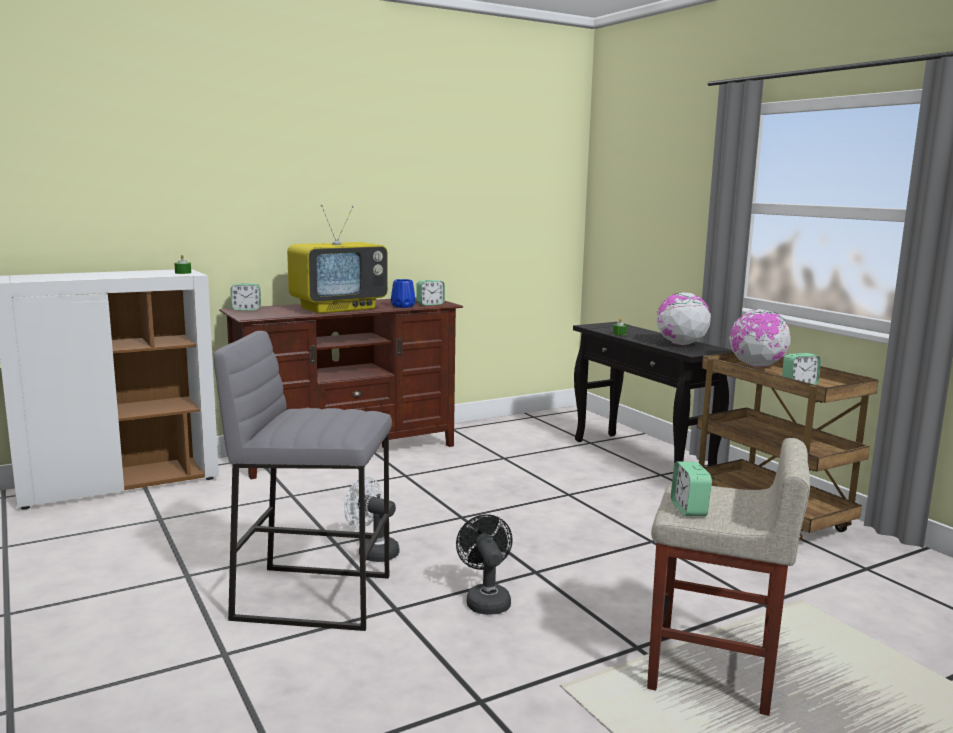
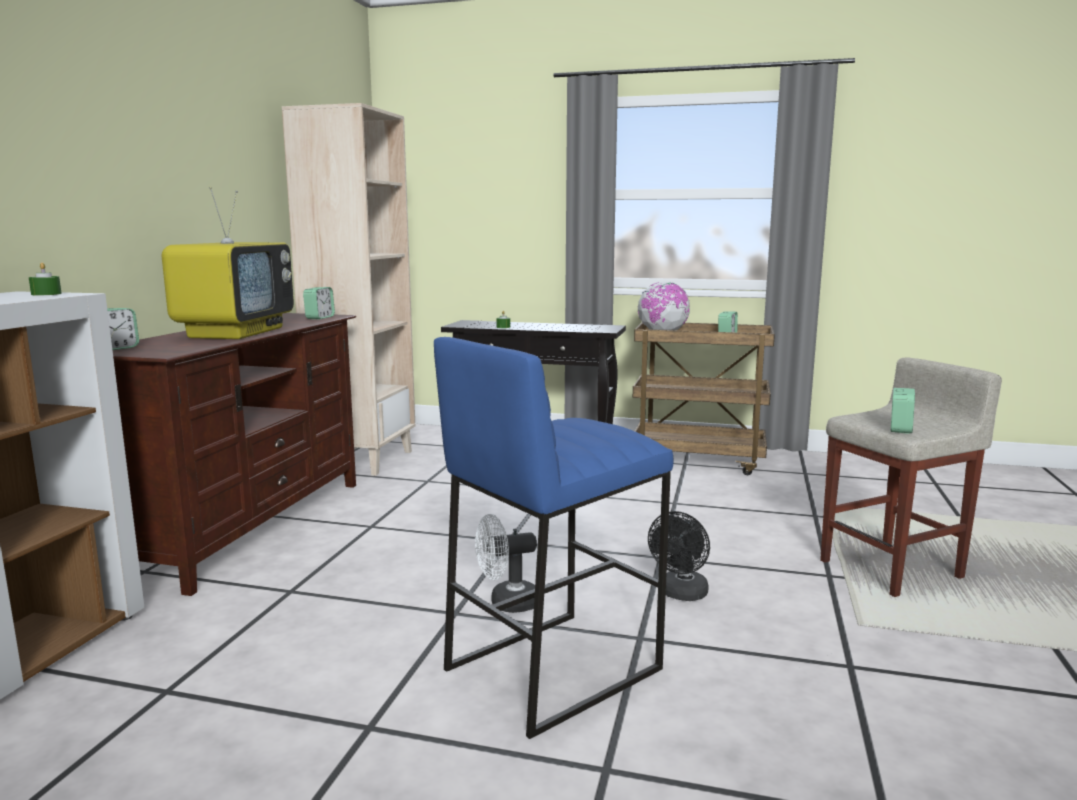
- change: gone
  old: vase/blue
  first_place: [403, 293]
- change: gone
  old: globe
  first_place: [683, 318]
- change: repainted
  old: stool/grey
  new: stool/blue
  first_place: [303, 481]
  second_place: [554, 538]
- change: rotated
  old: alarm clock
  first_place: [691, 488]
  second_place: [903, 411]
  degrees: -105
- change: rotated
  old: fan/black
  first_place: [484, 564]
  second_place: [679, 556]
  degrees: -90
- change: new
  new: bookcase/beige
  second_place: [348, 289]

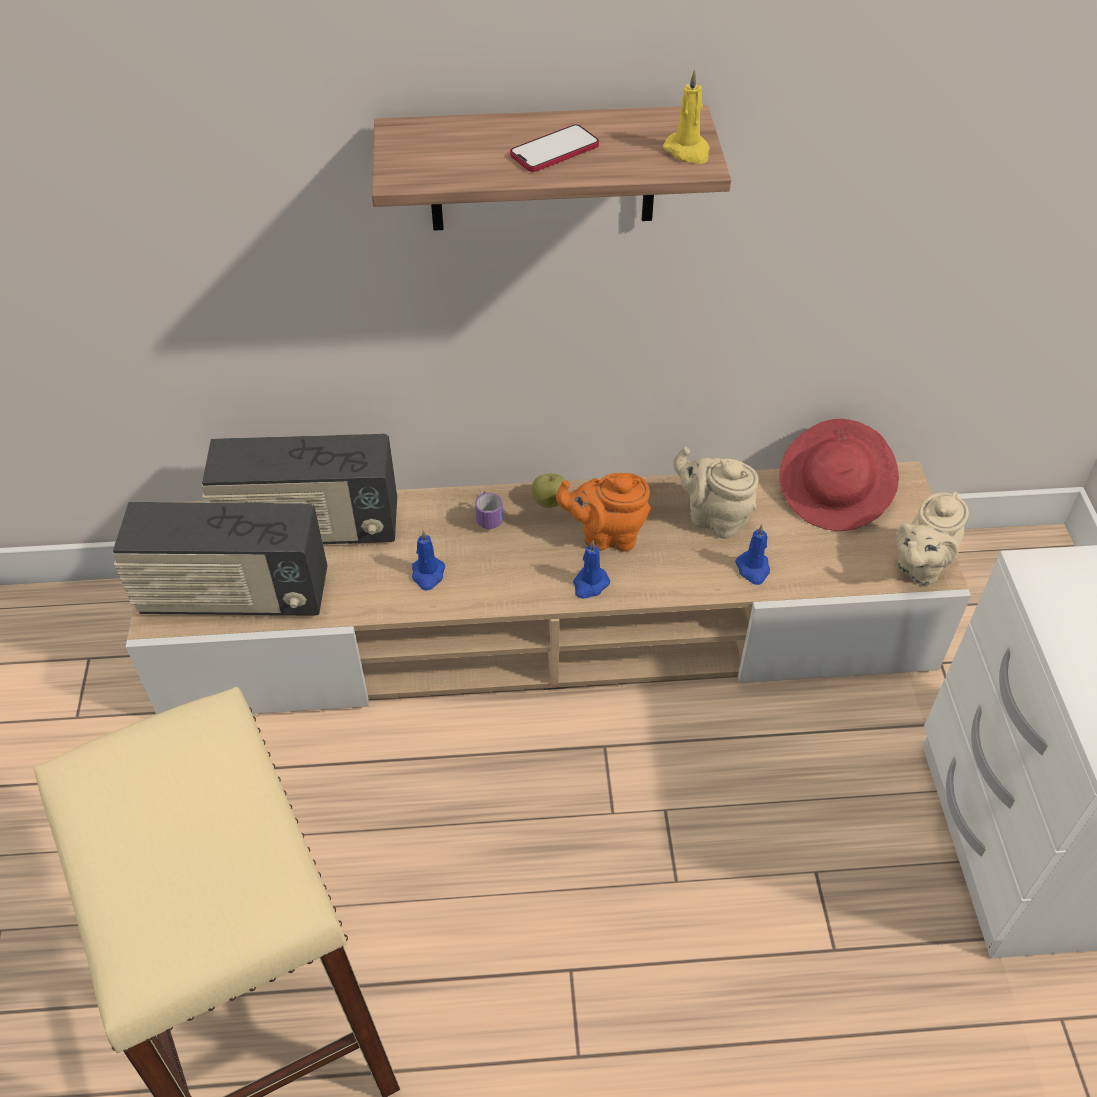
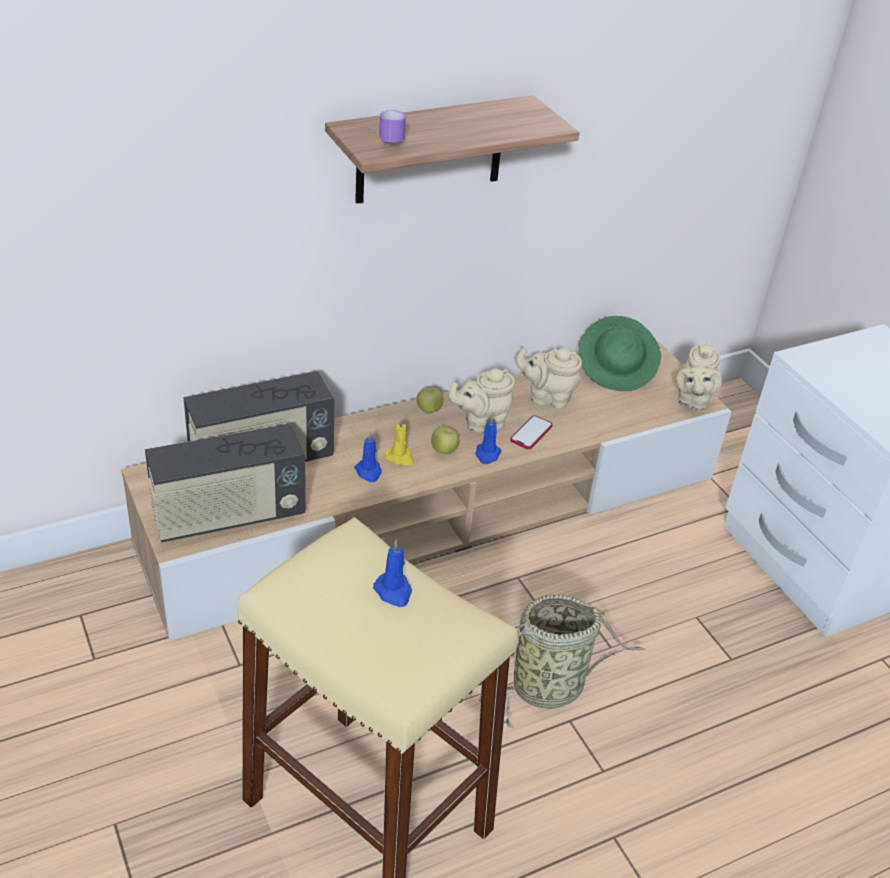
- change: shifted
  old: candle/yellow
  first_place: [686, 117]
  second_place: [399, 441]
- change: shifted
  old: phone
  first_place: [554, 148]
  second_place: [531, 432]
- change: repainted
  old: hat/red
  new: hat/green
  first_place: [839, 475]
  second_place: [619, 353]
- change: repainted
  old: teapot/orange
  new: teapot/beige
  first_place: [603, 512]
  second_place: [482, 400]
- change: shifted
  old: mug
  first_place: [489, 510]
  second_place: [386, 127]
- change: shifted
  old: candle/blue
  first_place: [752, 554]
  second_place: [392, 573]
- change: new
  new: apple
  second_place: [445, 440]
- change: new
  new: basket
  second_place: [561, 661]

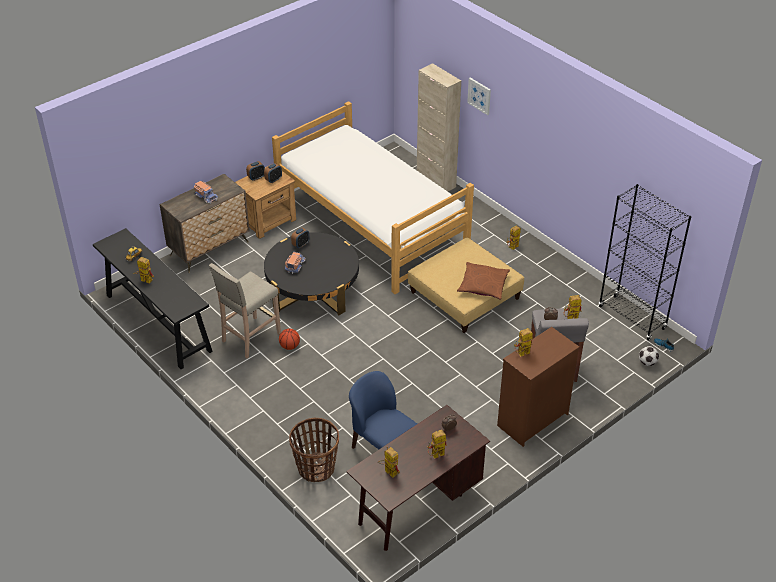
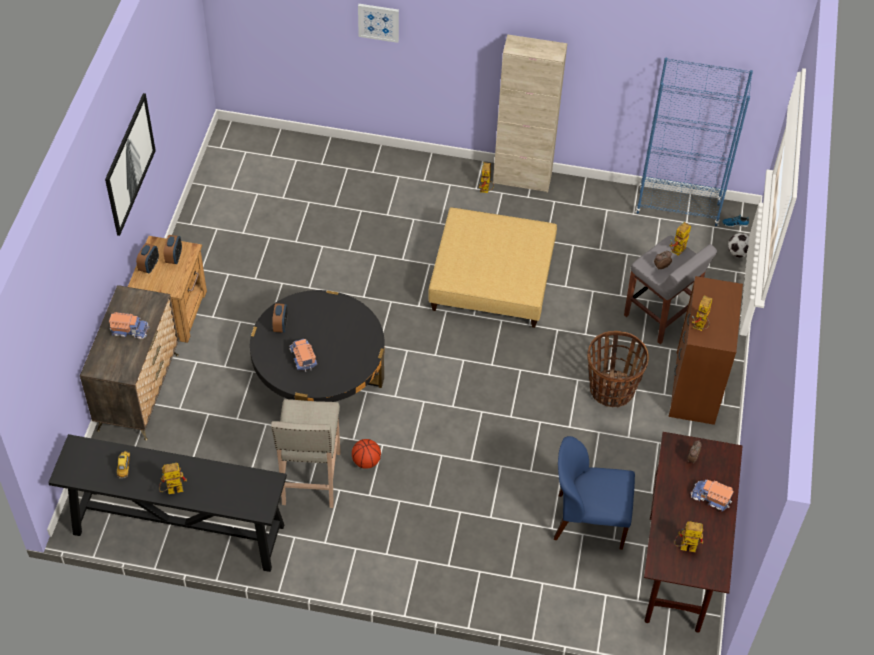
- change: shifted
  old: cabinet/beige
  first_place: [439, 127]
  second_place: [530, 113]
- change: gone
  old: bed
  first_place: [373, 197]
- change: repainted
  old: bookcase/black
  new: bookcase/blue
  first_place: [645, 262]
  second_place: [694, 141]
- change: gone
  old: pillow/brown
  first_place: [483, 280]
- change: shifted
  old: basket
  first_place: [314, 450]
  second_place: [618, 369]
- change: swapped
  old: toy robot
  new: toy truck
  first_place: [437, 444]
  second_place: [712, 495]
- change: new
  new: picture
  second_place: [130, 164]

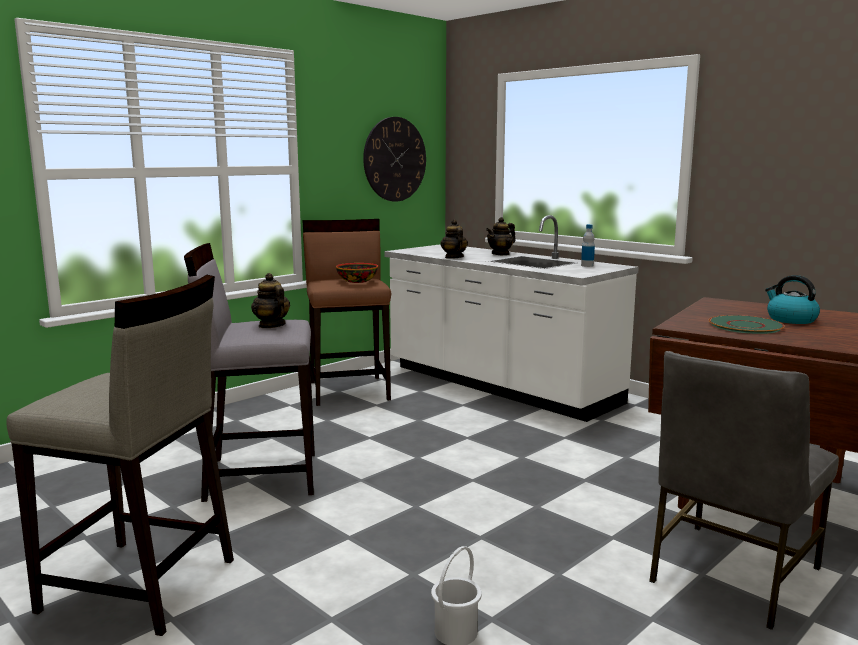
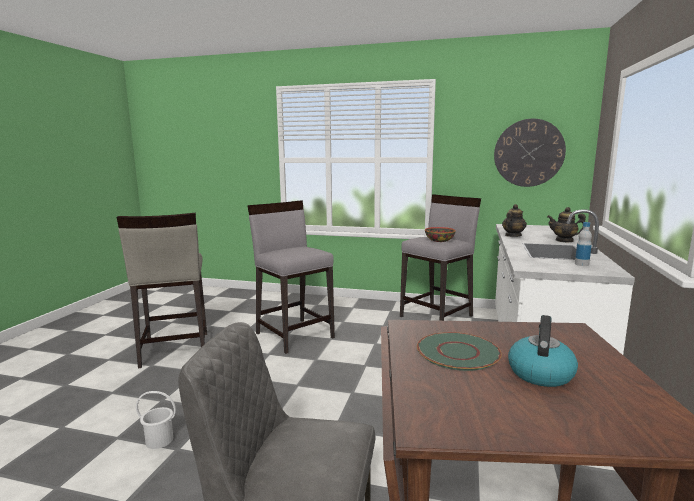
- change: repainted
  old: stool/brown
  new: stool/grey
  first_place: [346, 312]
  second_place: [440, 257]
- change: gone
  old: teapot
  first_place: [270, 300]

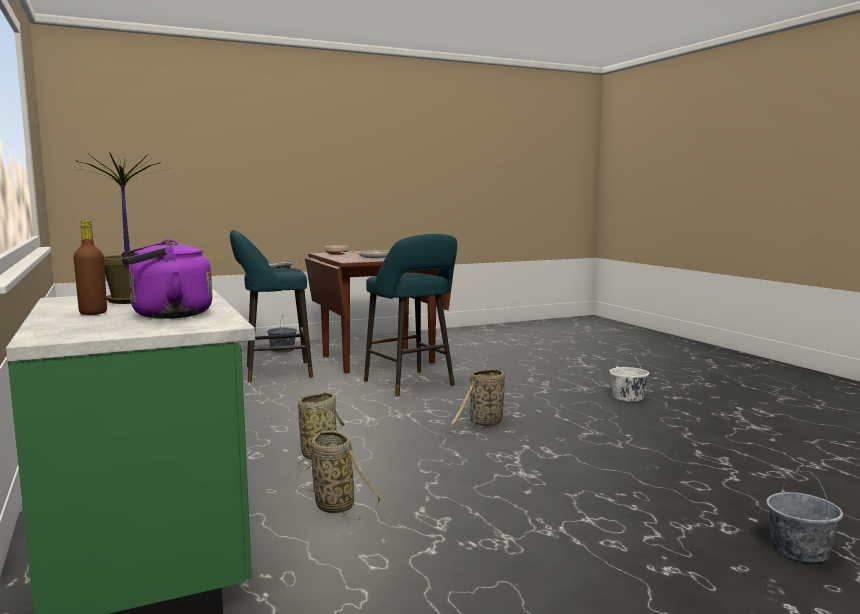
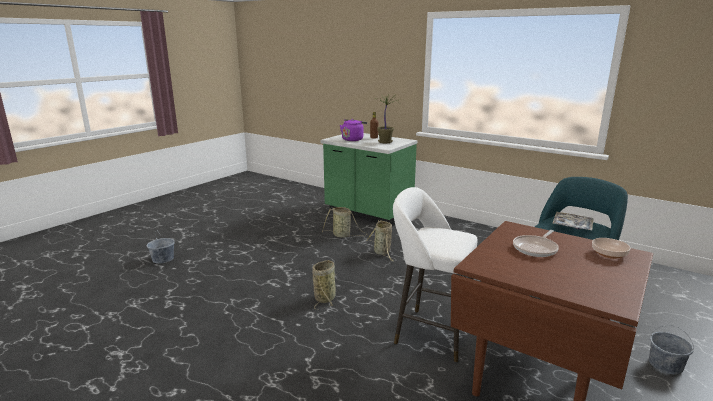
- change: repainted
  old: stool/turquoise
  new: stool/white
  first_place: [410, 315]
  second_place: [435, 274]
- change: gone
  old: bucket/white
  first_place: [629, 377]

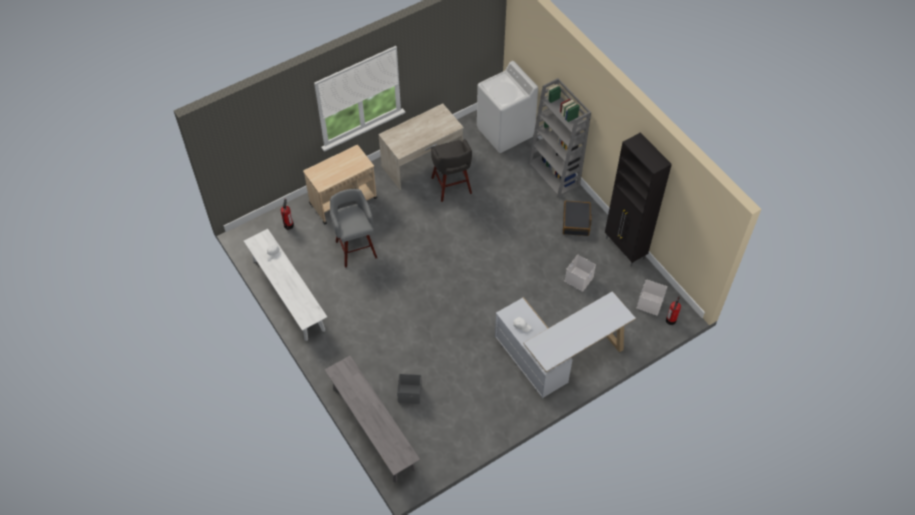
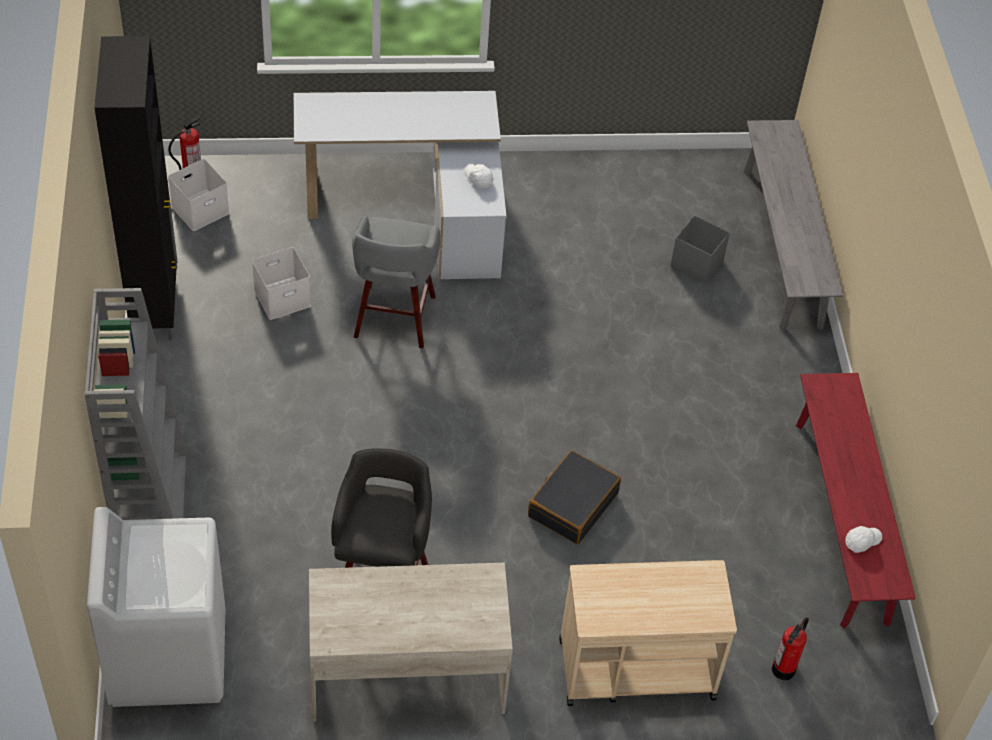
- change: shifted
  old: stool/grey
  first_place: [353, 228]
  second_place: [396, 281]
- change: shifted
  old: suitcase/black
  first_place: [577, 218]
  second_place: [574, 497]
- change: repainted
  old: bench/white
  new: bench/red
  first_place: [285, 285]
  second_place: [856, 501]

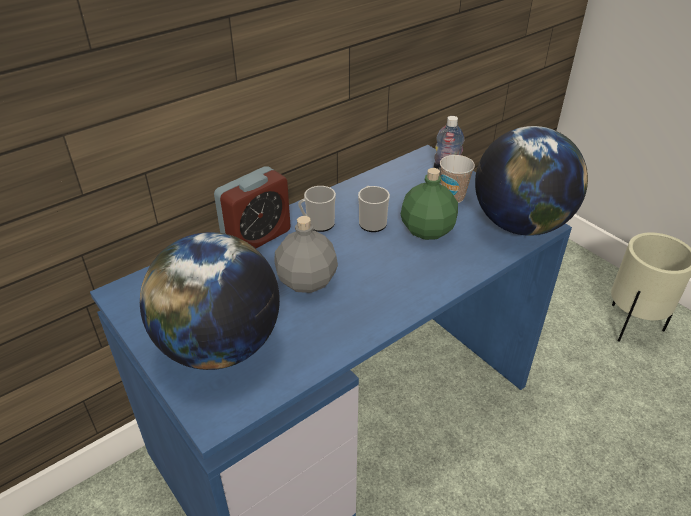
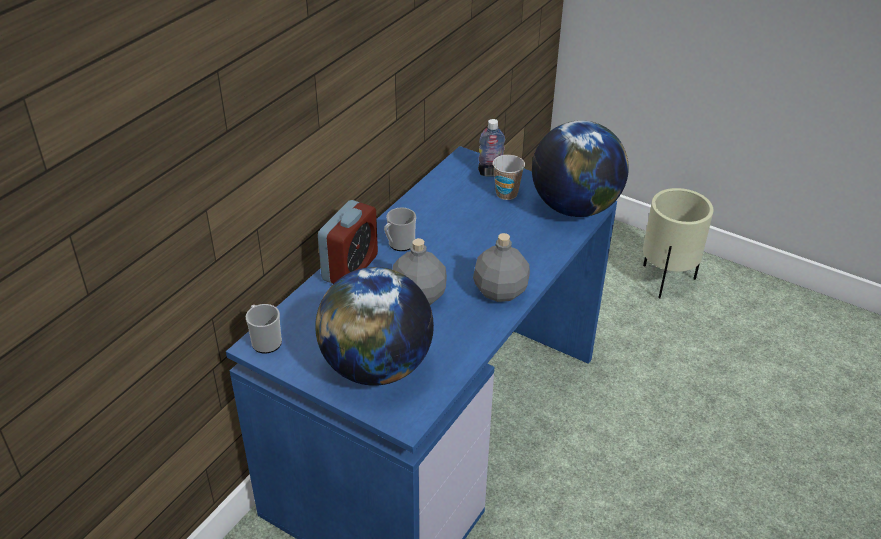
- change: gone
  old: bottle/green
  first_place: [429, 204]
- change: shifted
  old: mug
  first_place: [374, 209]
  second_place: [264, 329]
- change: new
  new: bottle/grey
  second_place: [501, 267]

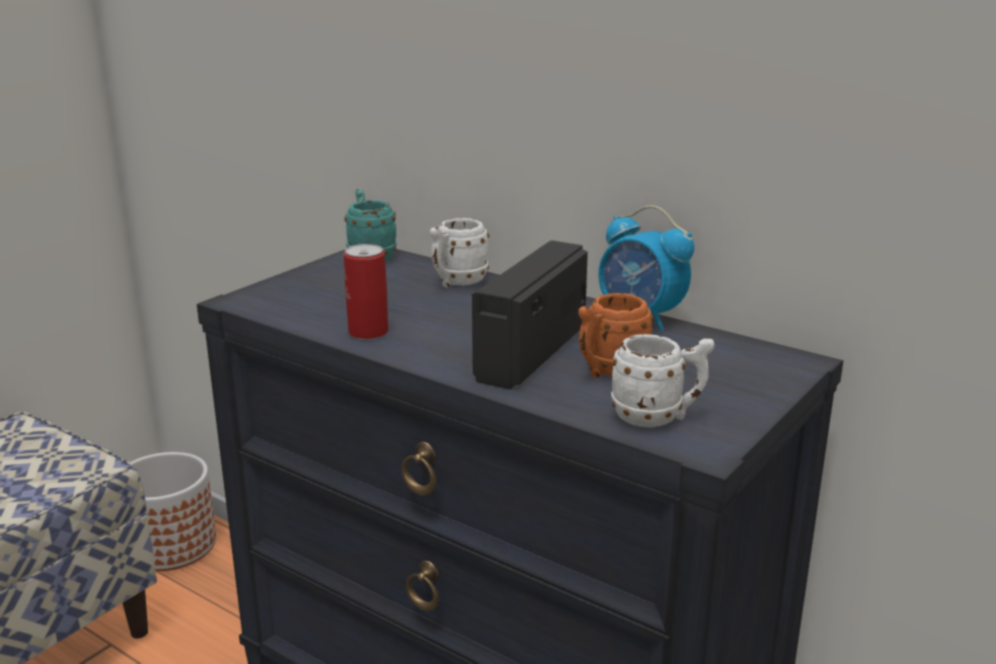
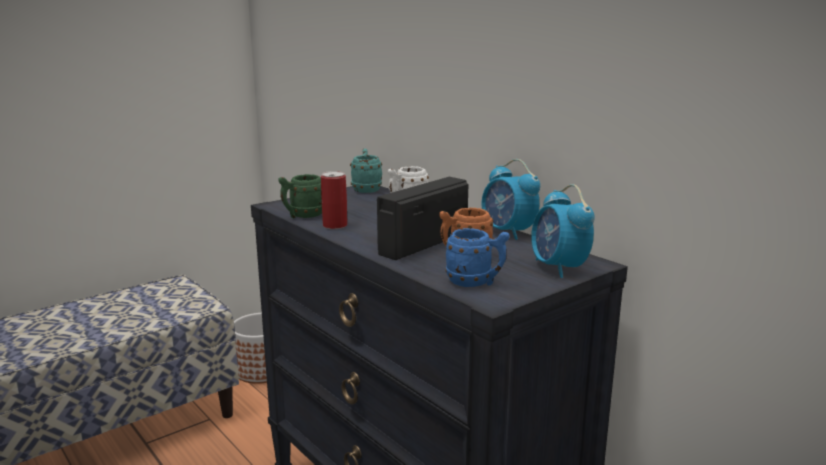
- change: repainted
  old: mug/white
  new: mug/blue
  first_place: [663, 380]
  second_place: [477, 257]
- change: new
  new: mug/green
  second_place: [300, 196]
- change: new
  new: alarm clock
  second_place: [563, 231]

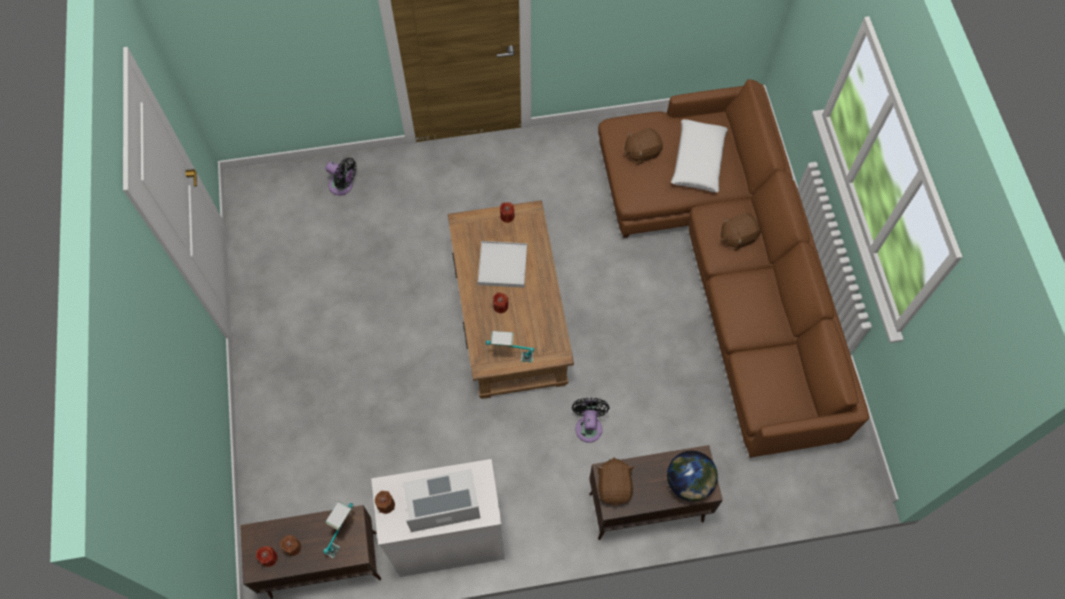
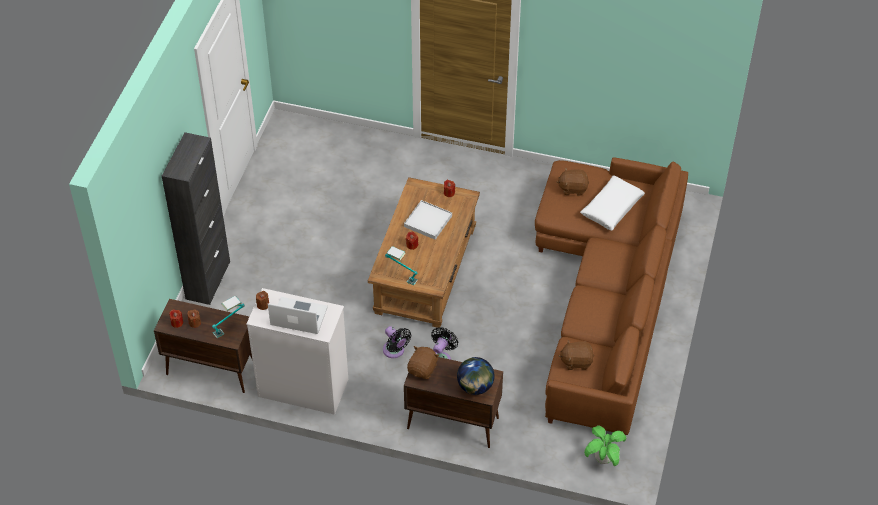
- change: shifted
  old: fan/black
  first_place: [341, 176]
  second_place: [397, 342]
- change: shifted
  old: plush toy/brown
  first_place: [741, 232]
  second_place: [576, 355]
- change: new
  new: cabinet/black
  second_place: [196, 218]
- change: new
  new: potted plant
  second_place: [605, 445]

